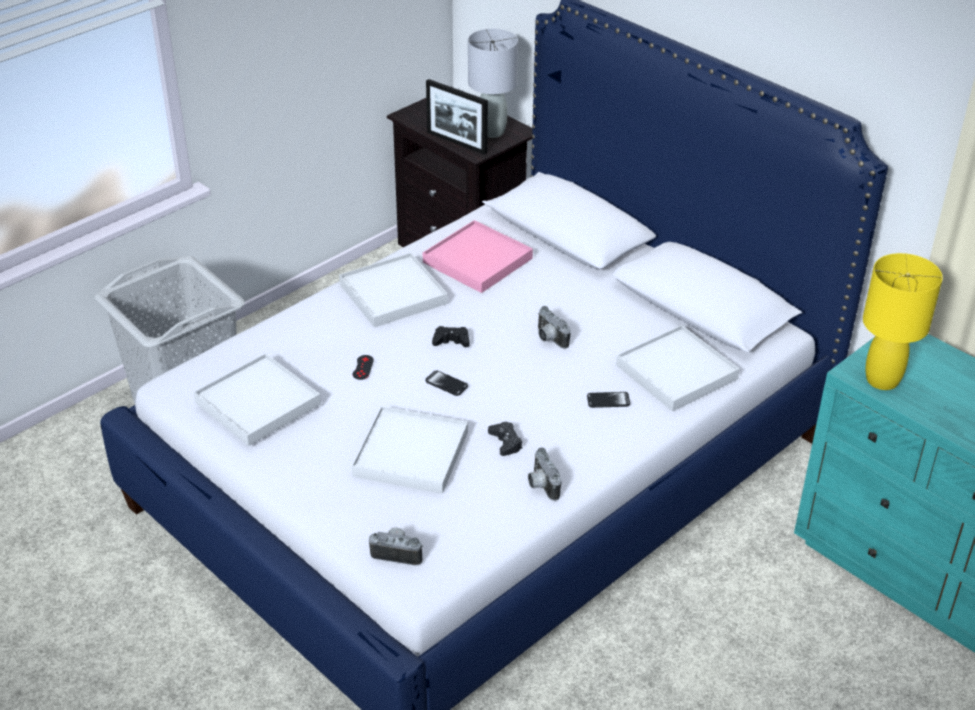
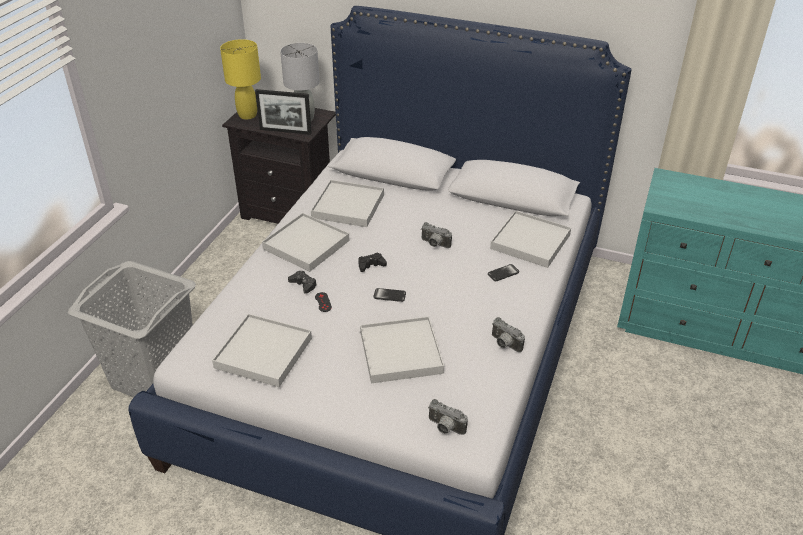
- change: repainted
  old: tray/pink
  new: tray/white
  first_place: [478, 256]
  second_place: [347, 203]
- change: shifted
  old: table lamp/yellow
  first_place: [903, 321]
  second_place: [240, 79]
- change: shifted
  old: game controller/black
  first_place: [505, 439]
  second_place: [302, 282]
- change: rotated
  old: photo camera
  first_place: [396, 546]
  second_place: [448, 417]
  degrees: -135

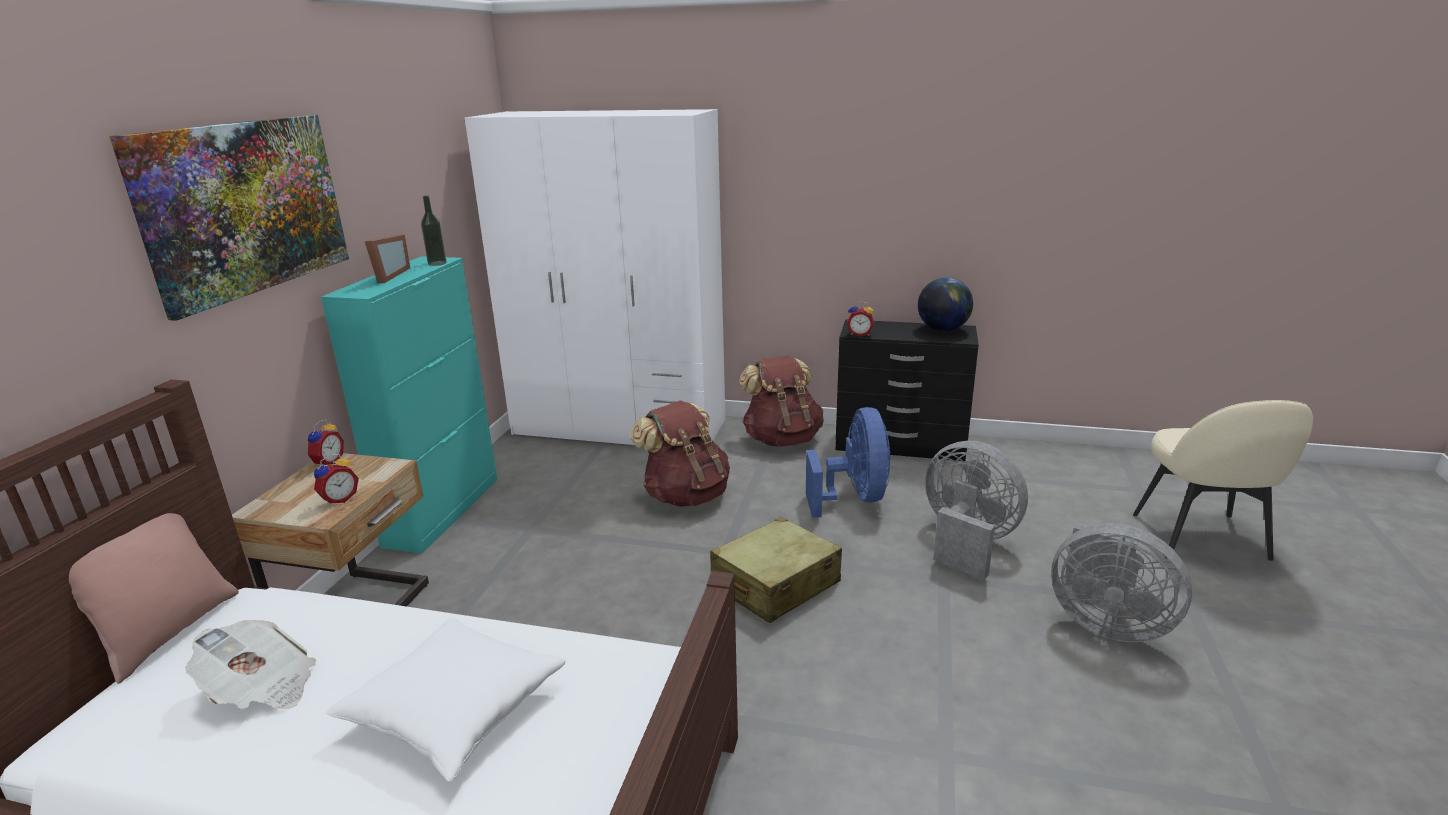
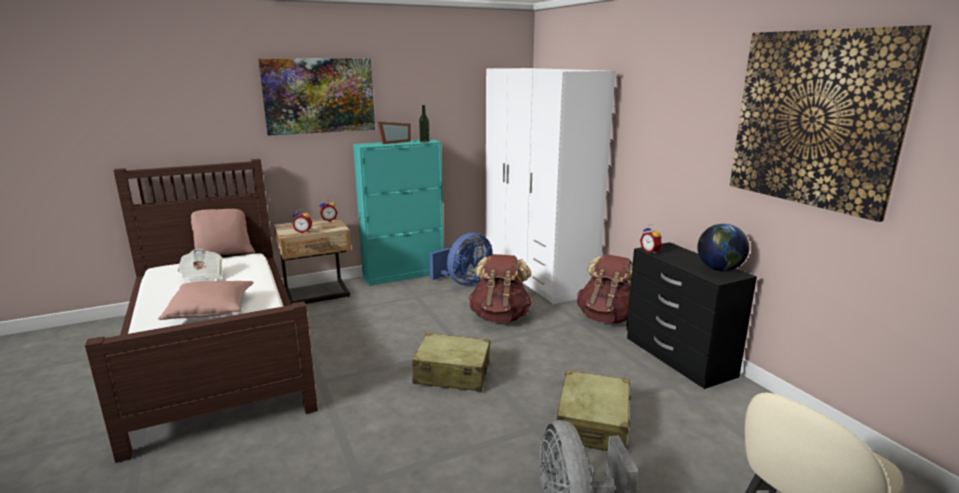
- change: shifted
  old: fan/blue
  first_place: [848, 462]
  second_place: [461, 259]
- change: swapped
  old: fan/grey
  new: suitcase/beige
  first_place: [976, 510]
  second_place: [594, 410]
- change: repainted
  old: pillow/white
  new: pillow/pink
  first_place: [446, 699]
  second_place: [206, 300]
- change: new
  new: picture
  second_place: [831, 123]

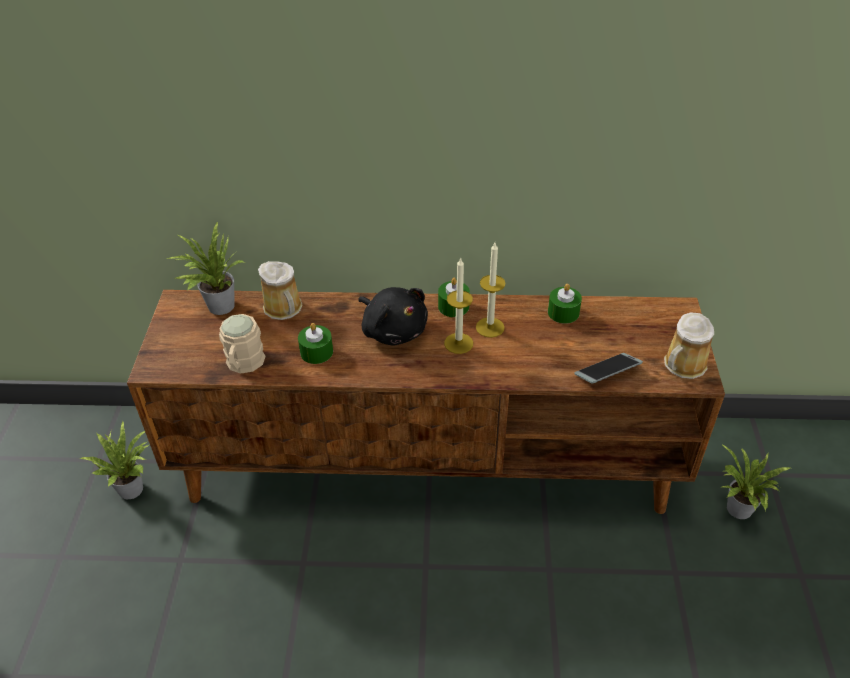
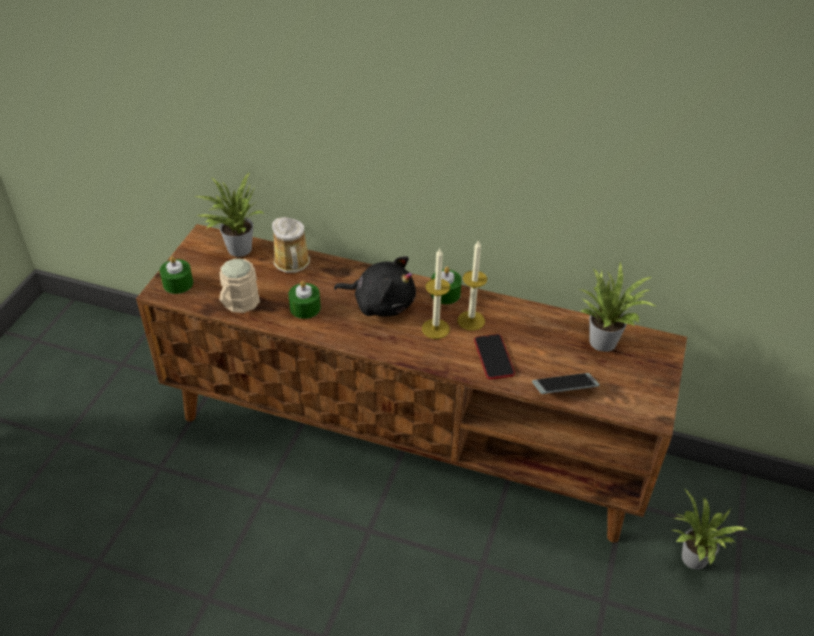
- change: shifted
  old: candle/green
  first_place: [565, 304]
  second_place: [176, 275]
- change: rotated
  old: plush toy/black
  first_place: [393, 316]
  second_place: [375, 286]
  degrees: -45
- change: gone
  old: mug
  first_place: [689, 345]
- change: shifted
  old: potted plant
  first_place: [115, 460]
  second_place: [619, 307]
- change: new
  new: phone
  second_place: [494, 356]

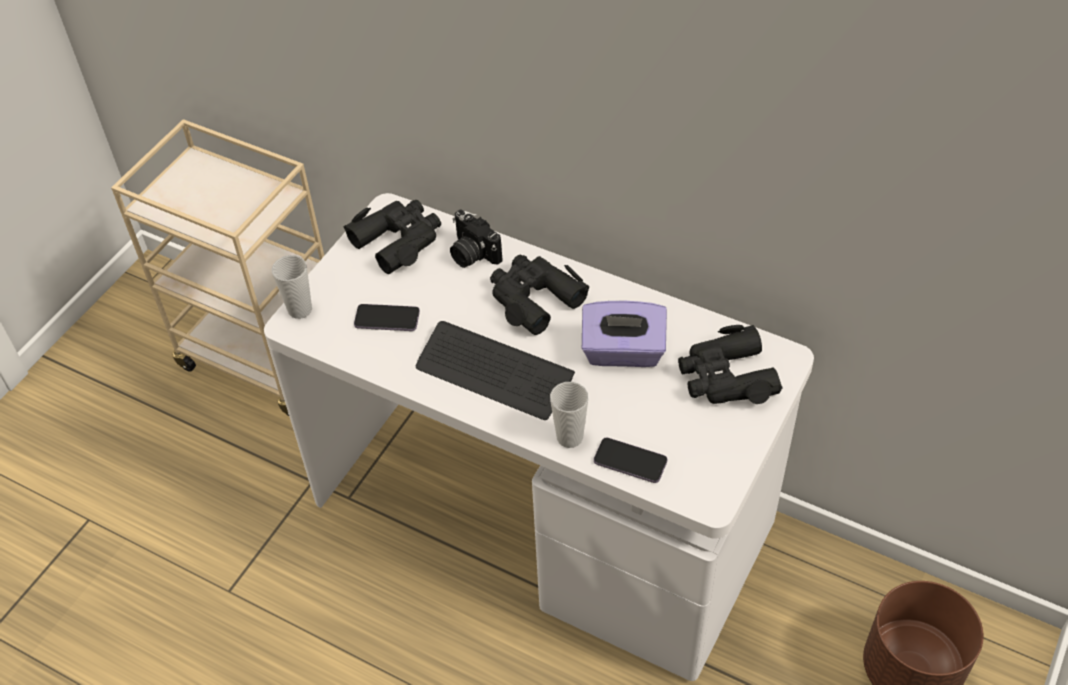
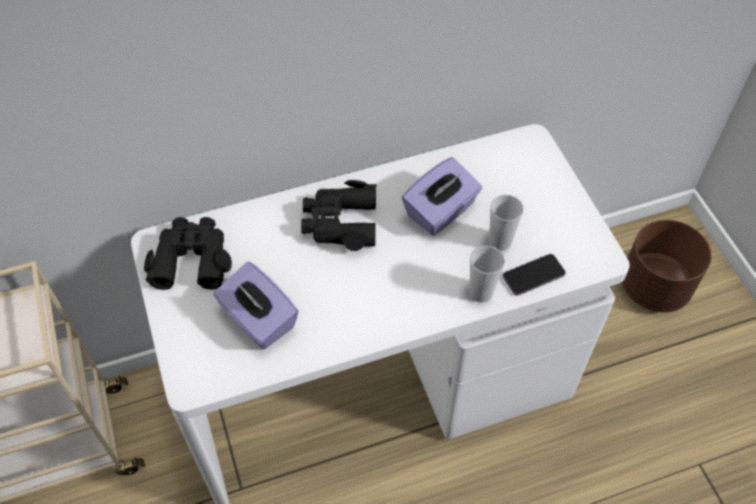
- change: gone
  old: photo camera
  first_place: [476, 239]
- change: shifted
  old: cup
  first_place: [291, 287]
  second_place: [506, 223]
- change: swapped
  old: phone
  new: tissue box/purple
  first_place: [387, 317]
  second_place: [256, 305]
- change: gone
  old: keyboard
  first_place: [495, 370]
- change: gone
  old: binoculars/black
  first_place: [730, 364]

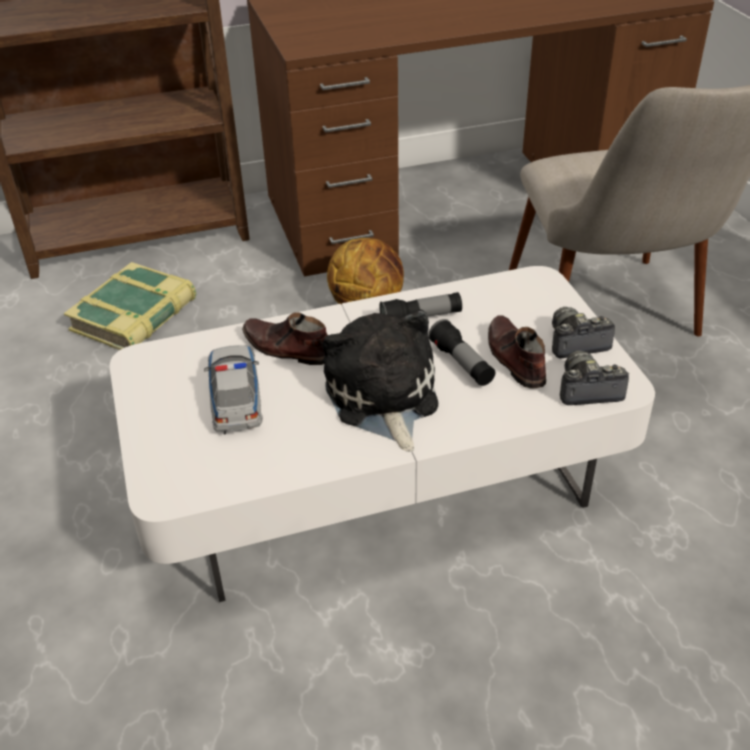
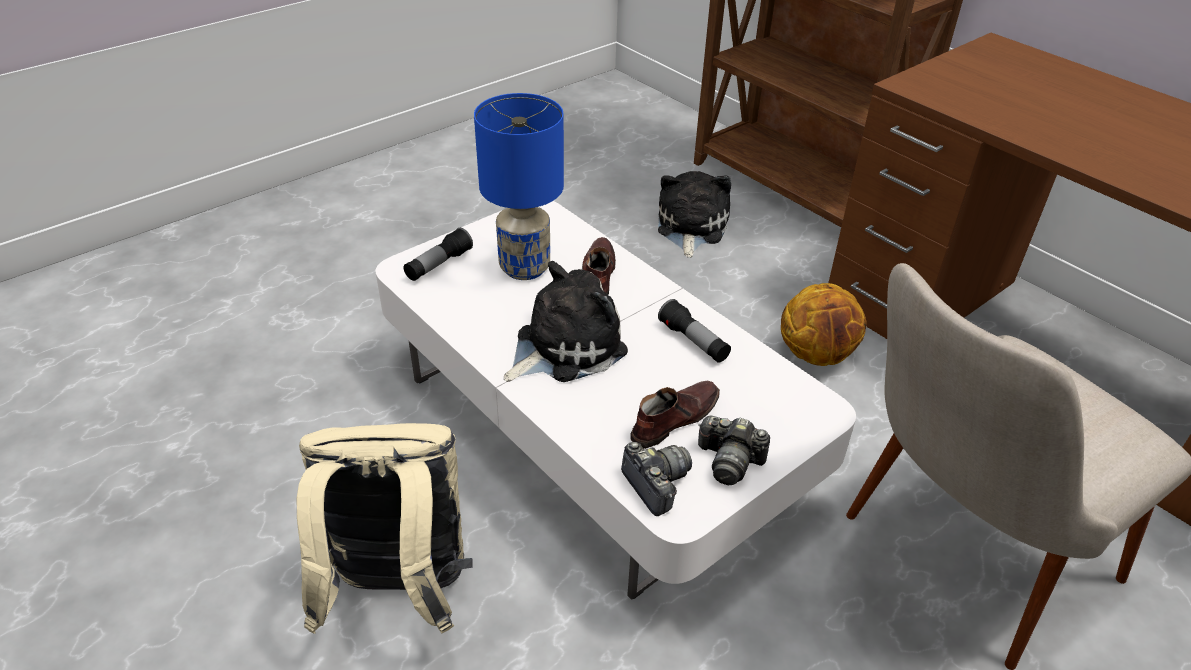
- change: swapped
  old: book
  new: plush toy
  first_place: [130, 306]
  second_place: [694, 214]
- change: rotated
  old: photo camera
  first_place: [583, 332]
  second_place: [734, 450]
  degrees: 150
- change: shifted
  old: flashlight
  first_place: [461, 352]
  second_place: [438, 254]
- change: swapped
  old: toy car
  new: table lamp/blue
  first_place: [233, 390]
  second_place: [519, 186]
- change: new
  new: backpack/beige
  second_place: [385, 528]

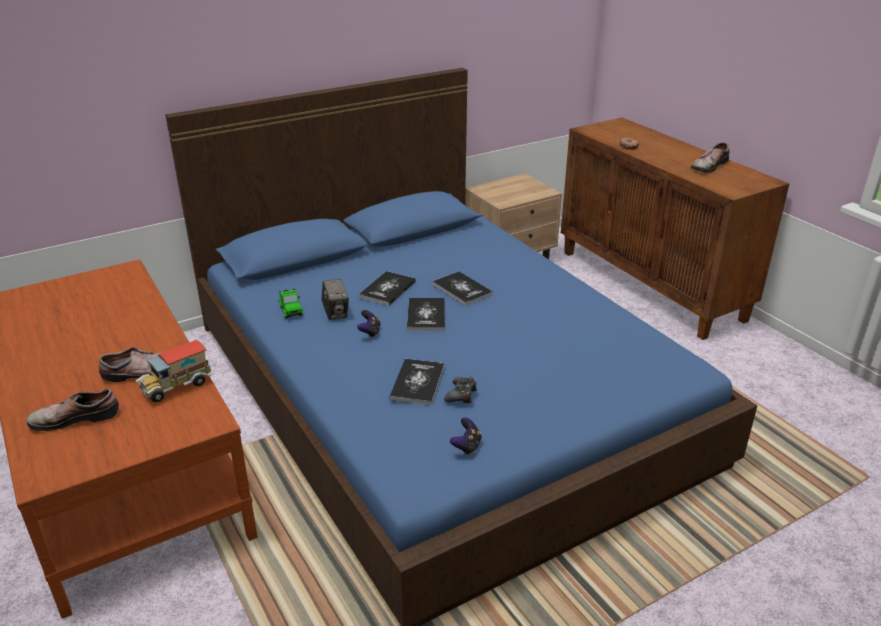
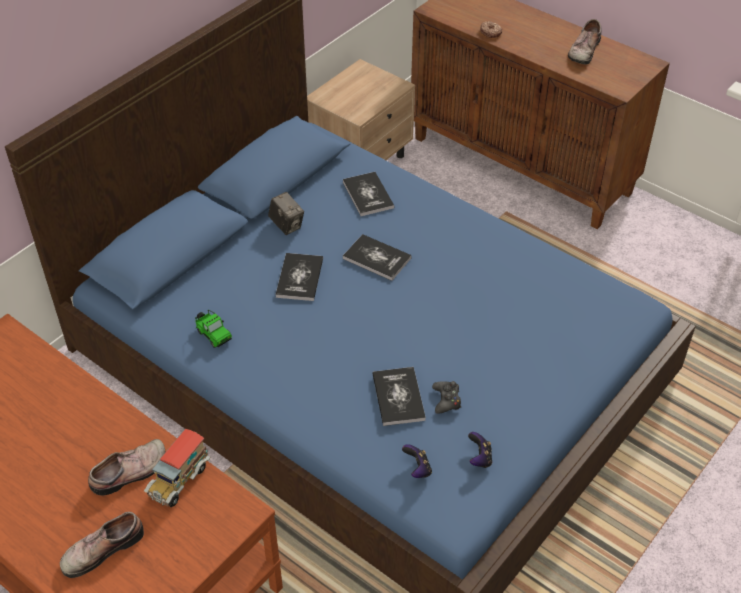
- change: shifted
  old: photo camera
  first_place: [335, 299]
  second_place: [286, 213]
- change: shifted
  old: book
  first_place: [426, 314]
  second_place: [368, 194]
- change: shifted
  old: game controller
  first_place: [369, 324]
  second_place: [417, 461]

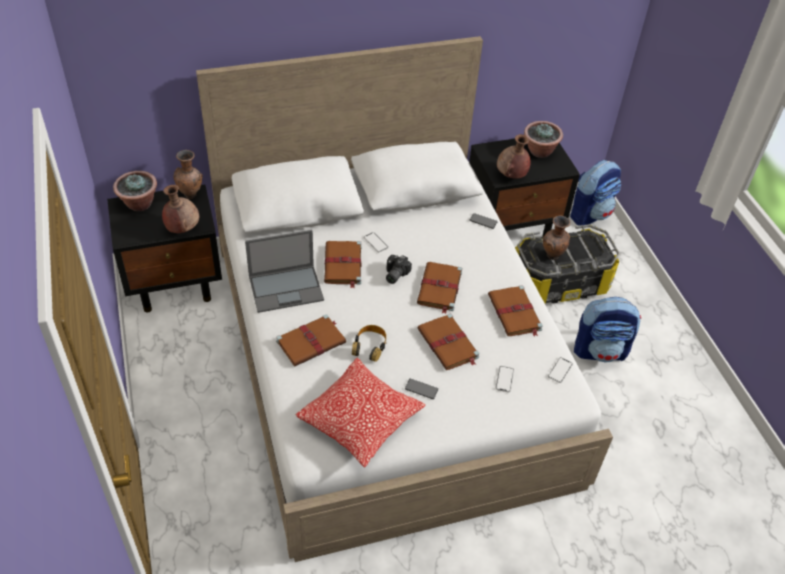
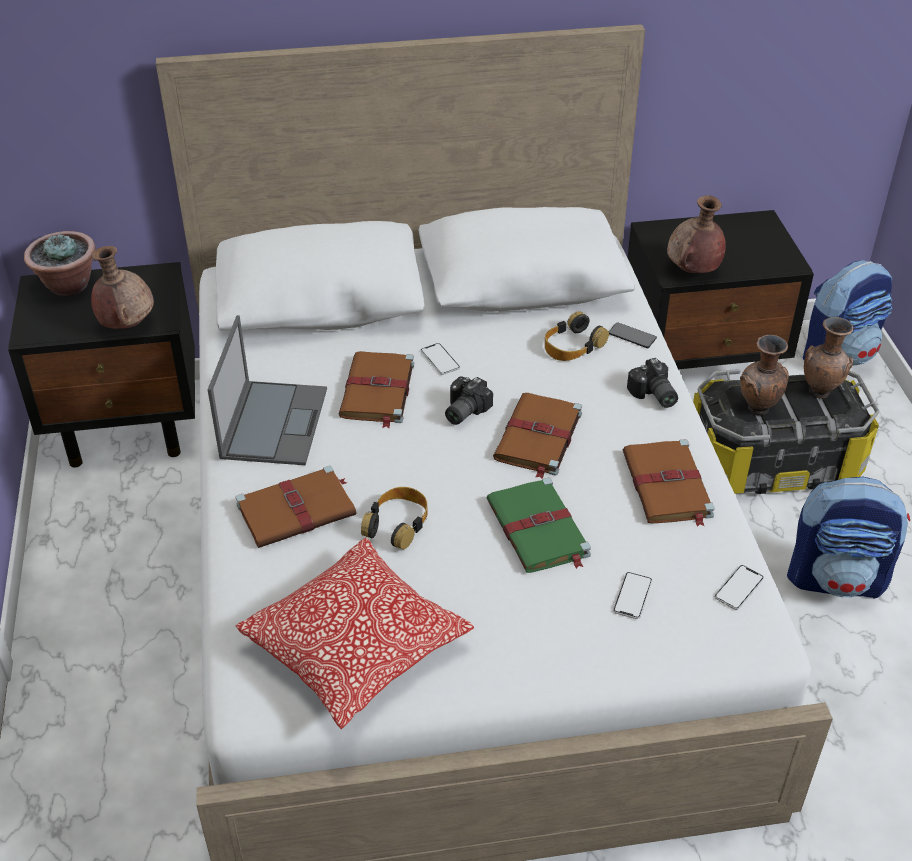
- change: gone
  old: potted plant
  first_place: [543, 139]
- change: shifted
  old: vase/brown
  first_place: [188, 174]
  second_place: [828, 358]
- change: rotated
  old: laptop
  first_place: [284, 271]
  second_place: [267, 390]
  degrees: -75
- change: repainted
  old: book/brown
  new: book/green
  first_place: [448, 342]
  second_place: [539, 525]
- change: gone
  old: phone
  first_place: [421, 389]
- change: new
  new: headphones
  second_place: [577, 336]
- change: new
  new: photo camera
  second_place: [652, 383]

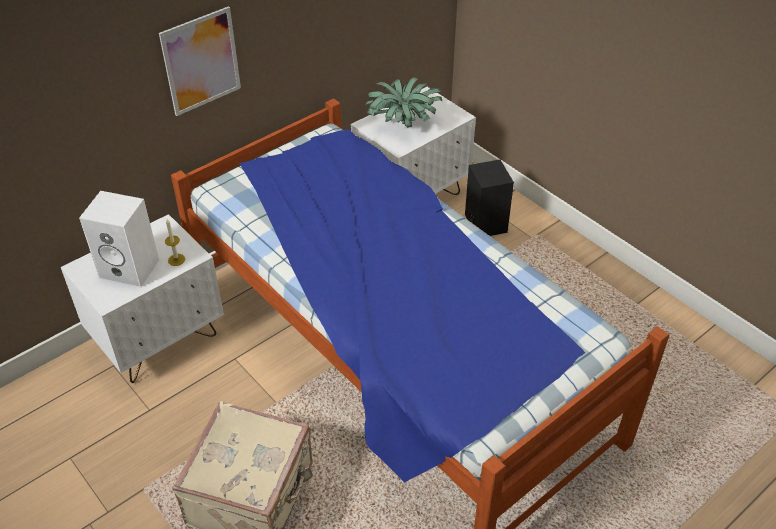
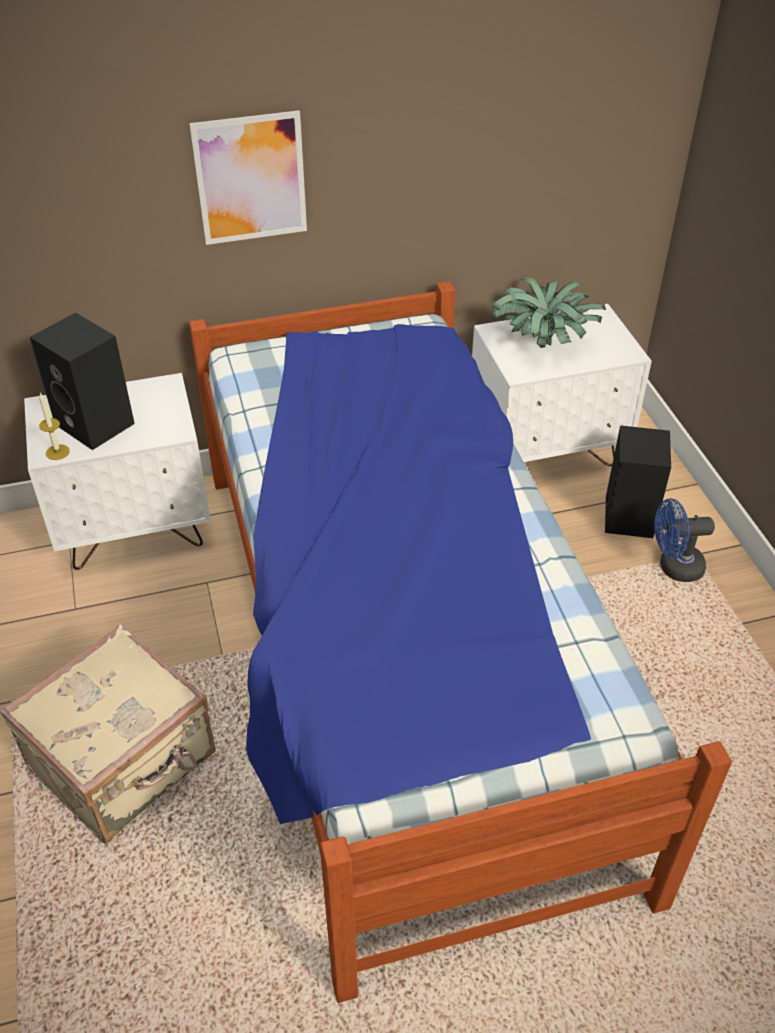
- change: repainted
  old: speaker/white
  new: speaker/black
  first_place: [119, 239]
  second_place: [82, 381]
- change: shifted
  old: candle
  first_place: [175, 242]
  second_place: [54, 426]
- change: new
  new: fan/blue
  second_place: [684, 540]

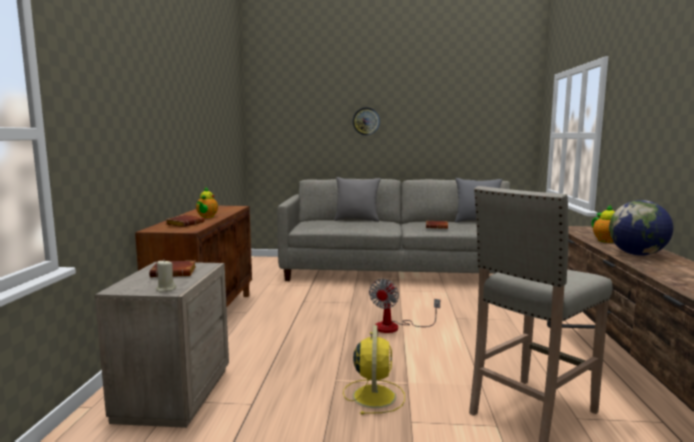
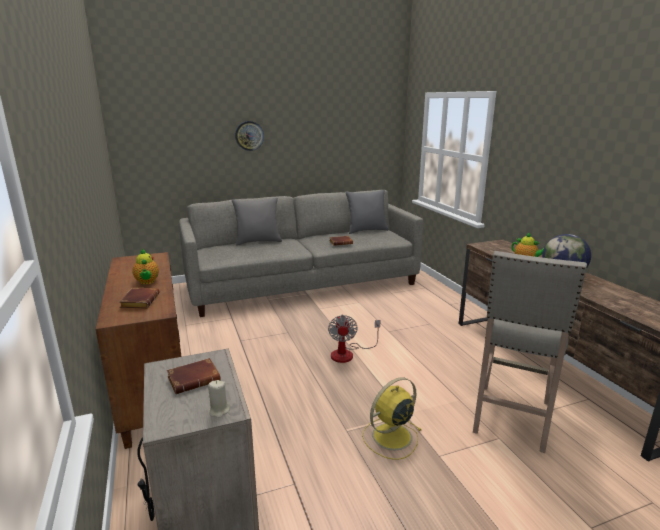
- change: rotated
  old: fan/yellow
  first_place: [374, 370]
  second_place: [391, 418]
  degrees: -105

